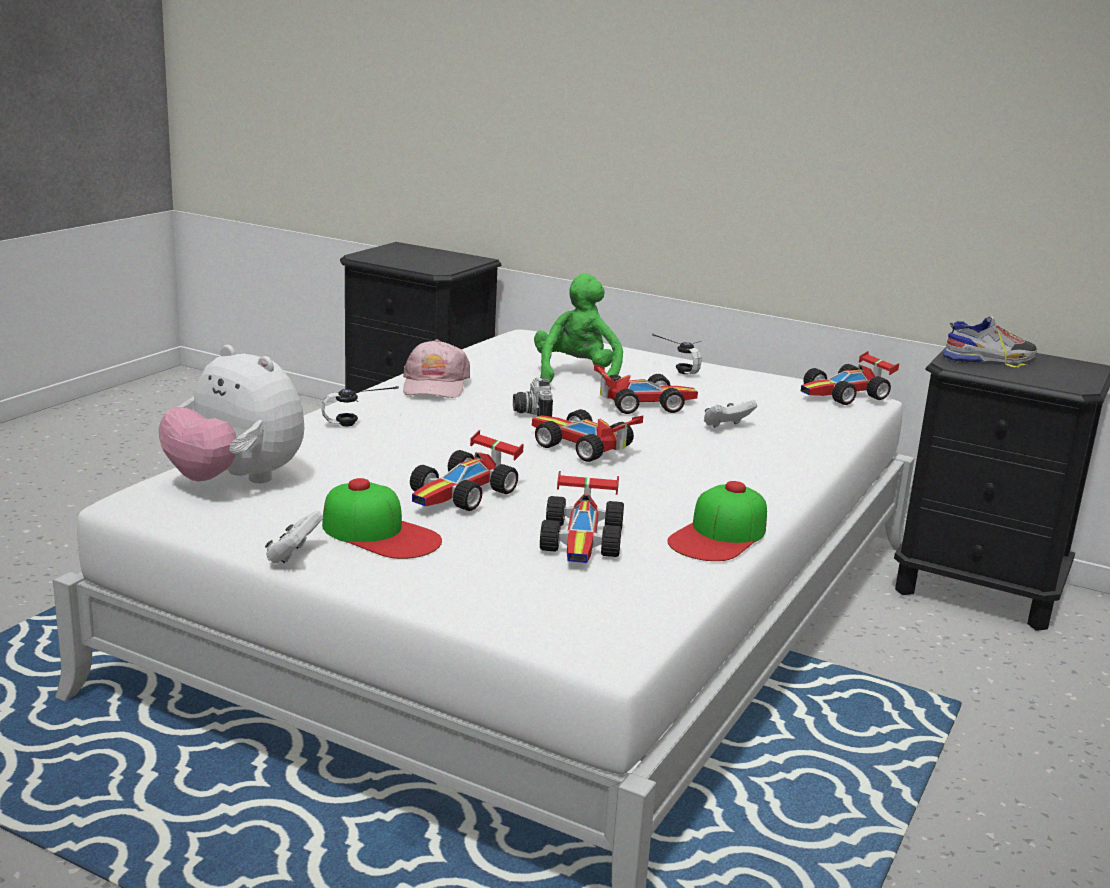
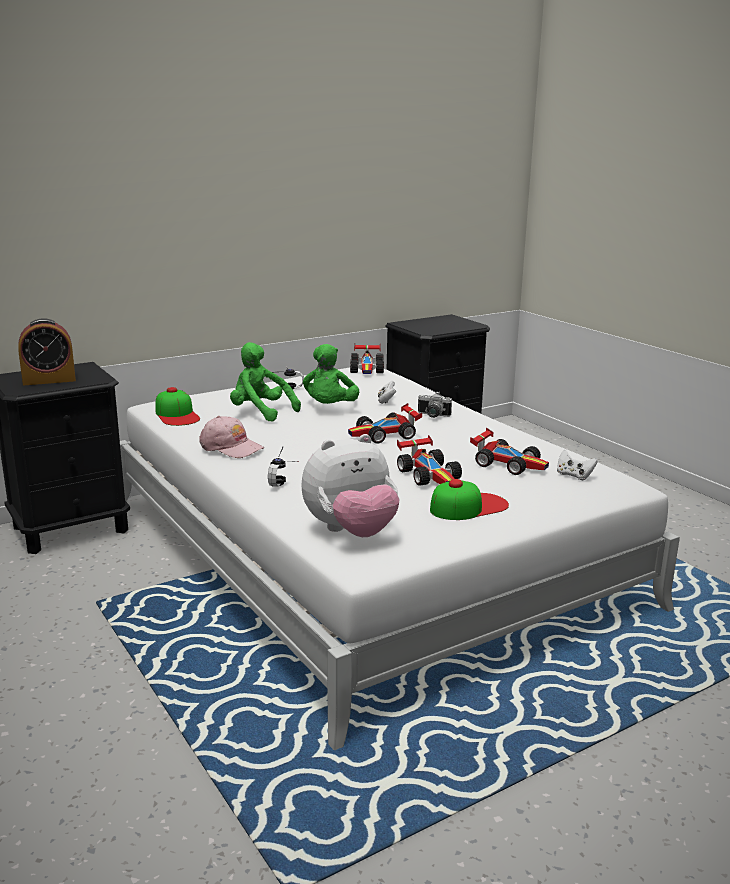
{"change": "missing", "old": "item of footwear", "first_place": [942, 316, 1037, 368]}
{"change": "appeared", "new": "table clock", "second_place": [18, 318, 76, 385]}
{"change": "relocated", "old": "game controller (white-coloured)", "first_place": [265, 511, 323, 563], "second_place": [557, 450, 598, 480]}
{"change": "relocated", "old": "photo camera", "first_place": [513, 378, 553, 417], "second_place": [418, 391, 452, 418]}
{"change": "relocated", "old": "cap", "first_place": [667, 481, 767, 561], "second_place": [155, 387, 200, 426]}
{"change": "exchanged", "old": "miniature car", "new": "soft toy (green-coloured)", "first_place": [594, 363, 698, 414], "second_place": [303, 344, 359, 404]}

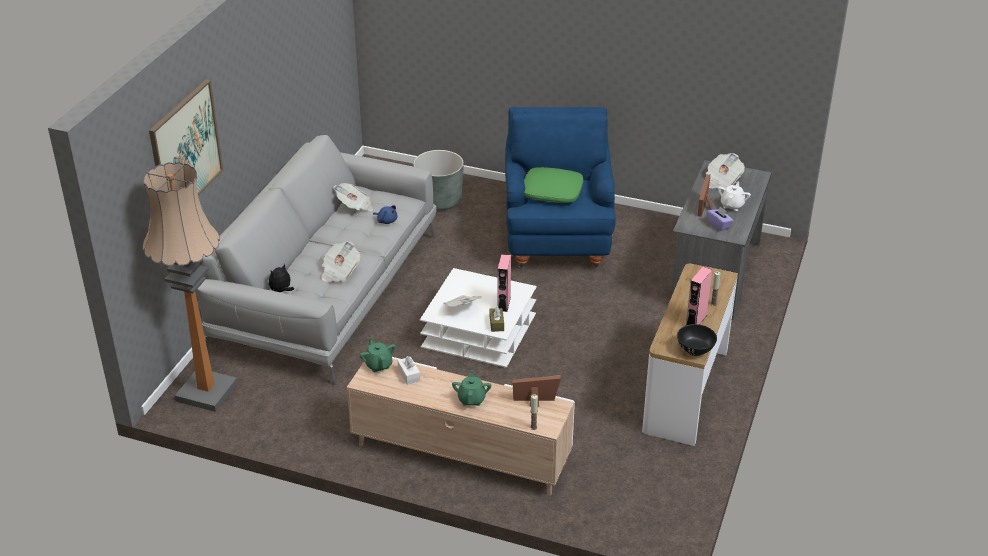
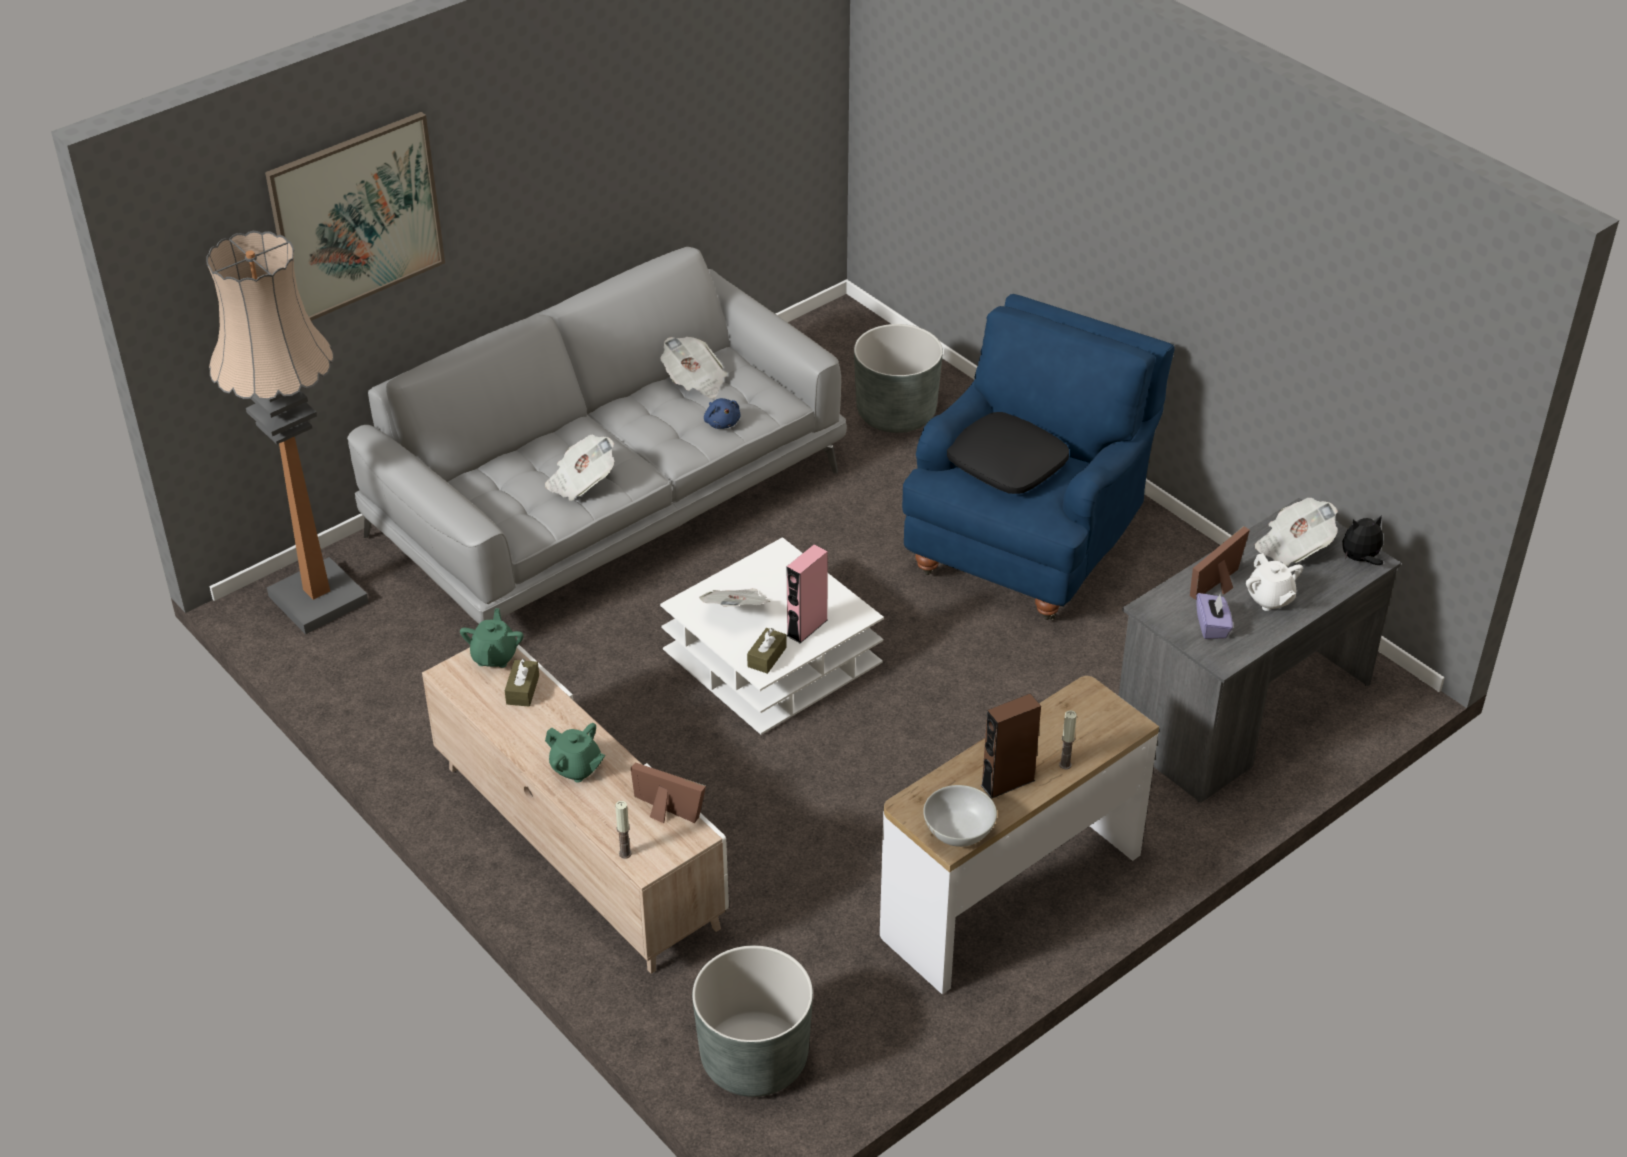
{"change": "appeared", "new": "planter (greyish)", "second_place": [692, 946, 813, 1097]}
{"change": "relocated", "old": "soft toy", "first_place": [269, 263, 294, 292], "second_place": [1342, 515, 1383, 565]}
{"change": "colour", "old": "tissue holder (white-coloured)", "new": "tissue holder (brownish)", "first_place": [398, 356, 420, 385], "second_place": [505, 659, 539, 707]}
{"change": "colour", "old": "cushion (green-coloured)", "new": "cushion (blackish)", "first_place": [524, 167, 583, 203], "second_place": [947, 412, 1069, 494]}
{"change": "colour", "old": "serving bowl (blackish)", "new": "serving bowl (white-coloured)", "first_place": [677, 324, 717, 356], "second_place": [923, 785, 997, 847]}
{"change": "colour", "old": "speaker (pink)", "new": "speaker (brownish)", "first_place": [686, 267, 712, 325], "second_place": [981, 693, 1041, 799]}
{"change": "spun", "old": "teapot (green-coloured)", "first_place": [452, 370, 491, 406], "second_place": [545, 723, 605, 782], "degrees": 90}
{"change": "spun", "old": "teapot (white-coloured)", "first_place": [718, 181, 751, 211], "second_place": [1246, 553, 1303, 611], "degrees": 105}

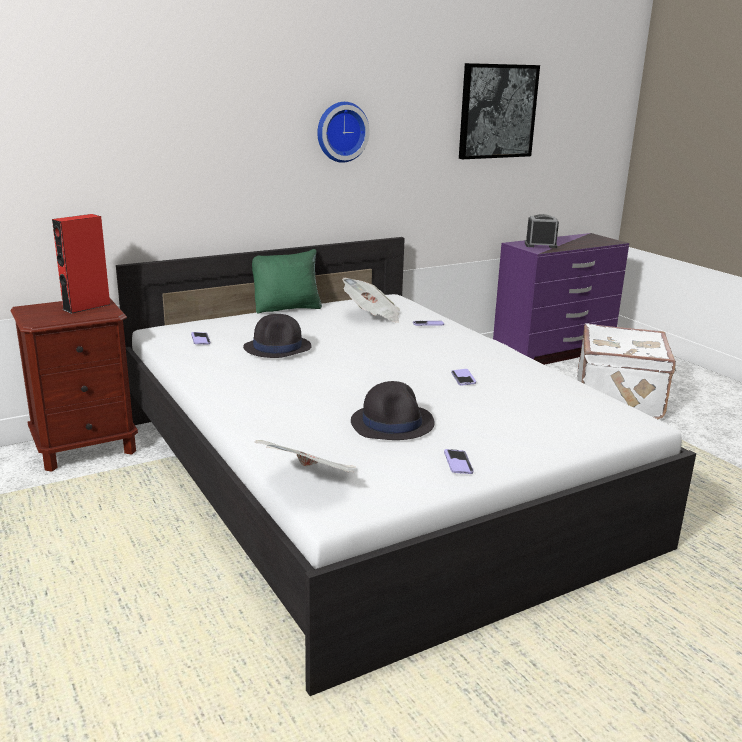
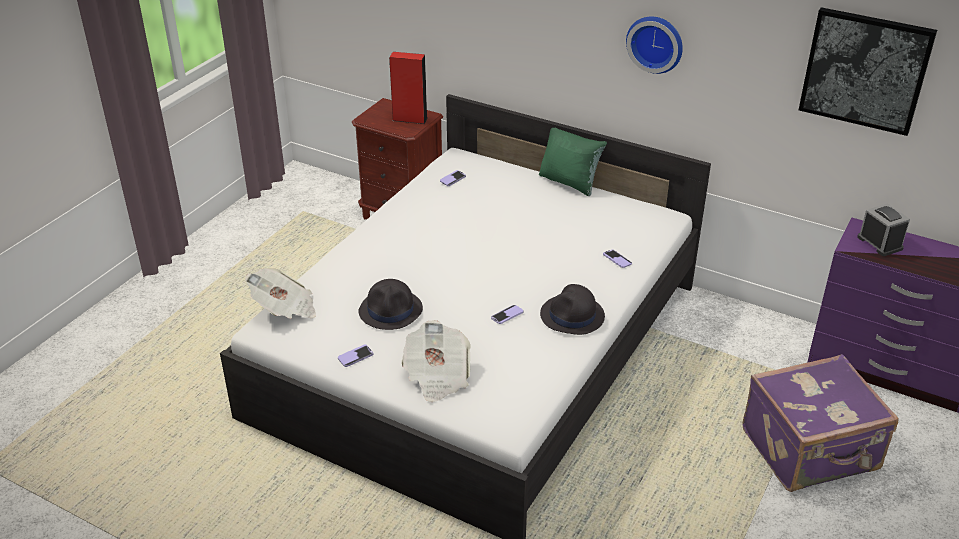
{"change": "relocated", "old": "clothing hat (blackish)", "first_place": [243, 314, 312, 358], "second_place": [540, 284, 605, 335]}
{"change": "relocated", "old": "daily paper", "first_place": [343, 278, 400, 323], "second_place": [401, 320, 471, 402]}
{"change": "colour", "old": "piece of luggage (white-coloured)", "new": "piece of luggage (purplish)", "first_place": [577, 324, 676, 419], "second_place": [742, 354, 899, 492]}

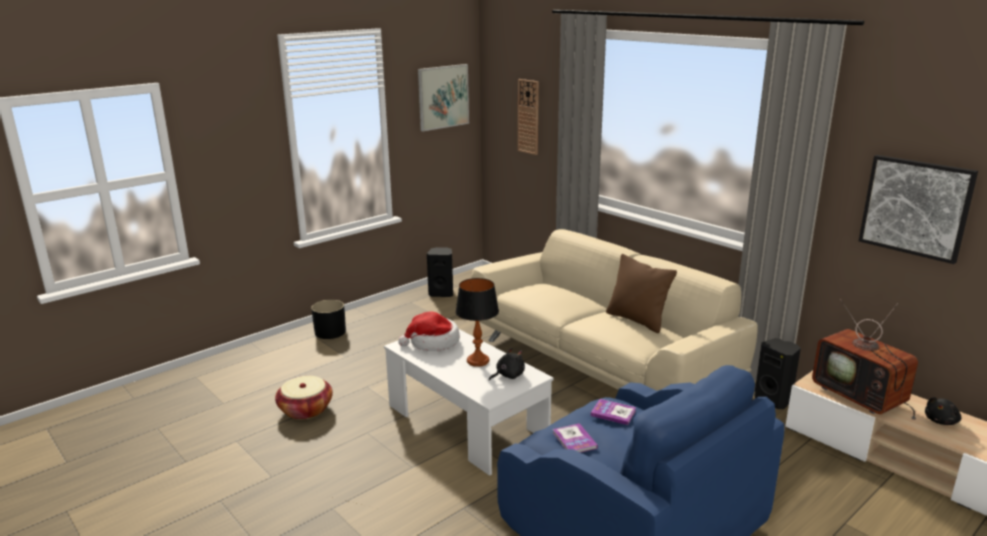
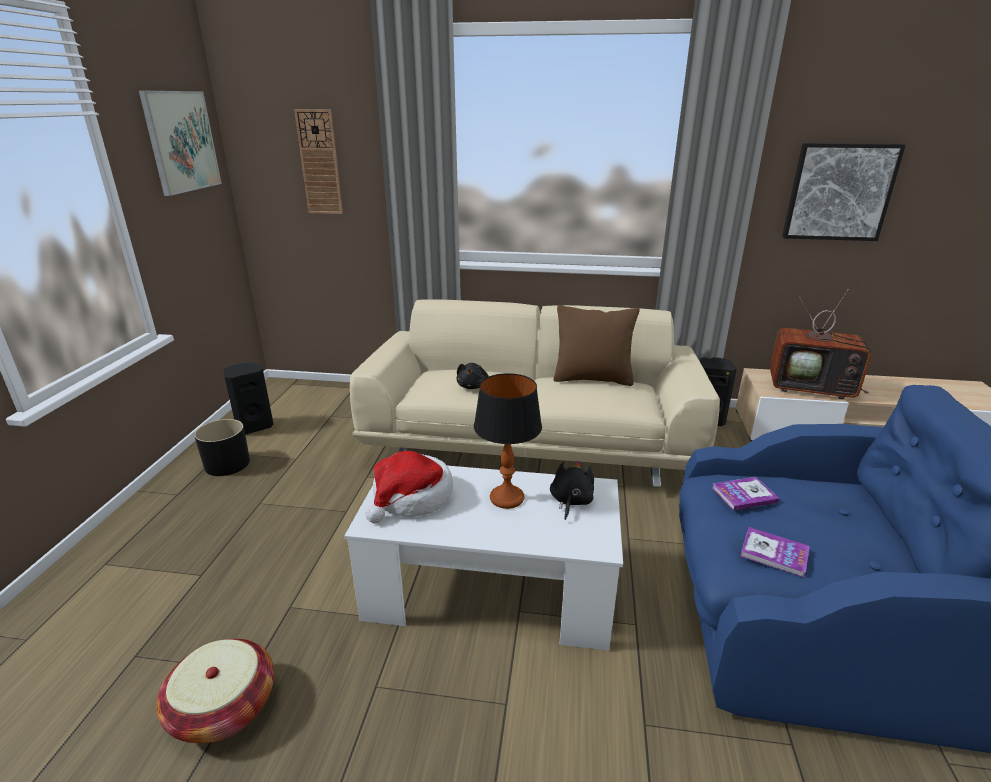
{"change": "relocated", "old": "planter (blackish)", "first_place": [311, 300, 346, 339], "second_place": [194, 419, 250, 476]}
{"change": "relocated", "old": "soft toy (blackish)", "first_place": [925, 397, 962, 425], "second_place": [457, 363, 489, 389]}

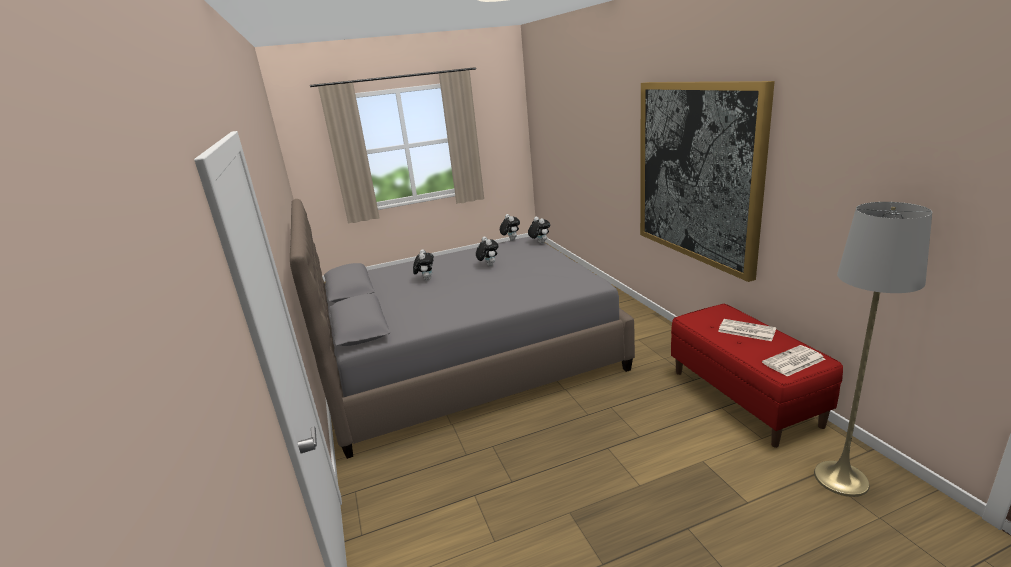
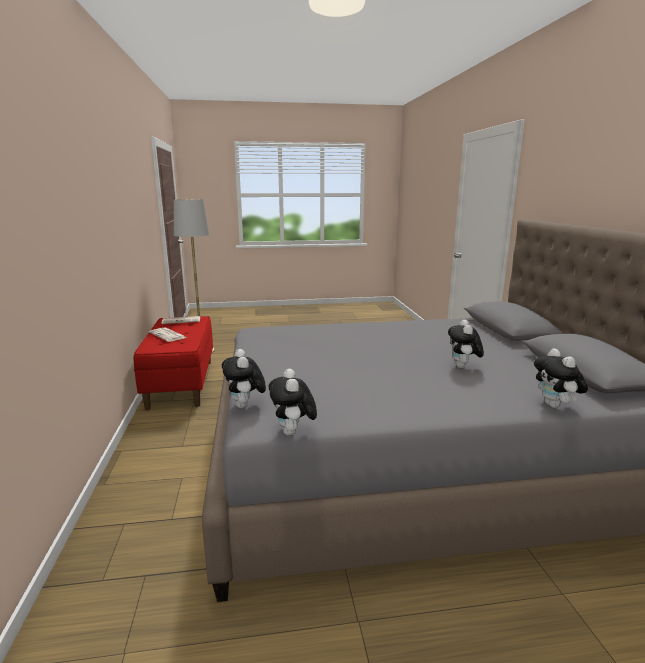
{"change": "missing", "old": "wall art", "first_place": [640, 81, 775, 282]}
{"change": "relocated", "old": "soft toy", "first_place": [476, 237, 498, 266], "second_place": [534, 348, 588, 408]}

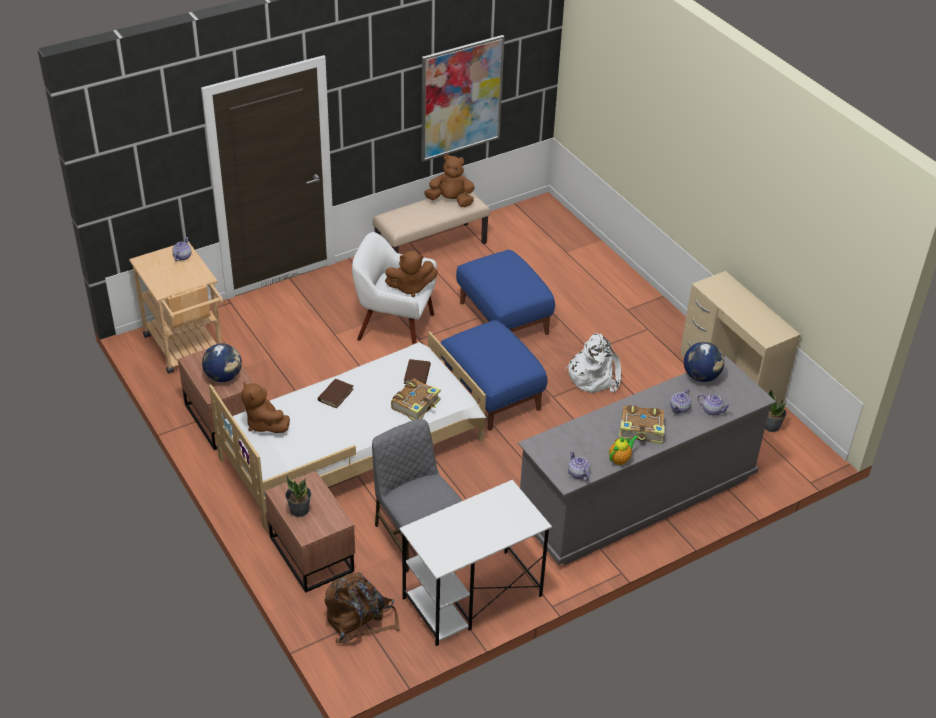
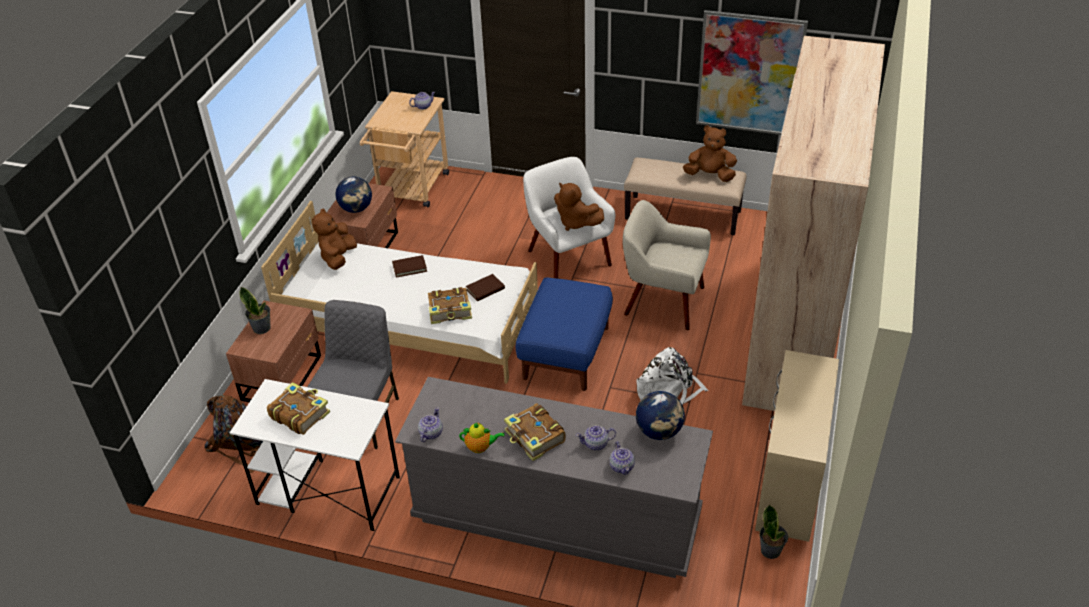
{"change": "appeared", "new": "book", "second_place": [267, 382, 330, 435]}
{"change": "appeared", "new": "clothes cupboard (beige)", "second_place": [742, 36, 885, 411]}
{"change": "exchanged", "old": "pouffe (blue-coloured)", "new": "lounge chair (beige)", "first_place": [456, 250, 555, 335], "second_place": [623, 200, 711, 330]}
{"change": "spun", "old": "soft toy (brownish)", "first_place": [424, 154, 475, 207], "second_place": [683, 125, 737, 182], "degrees": -45}

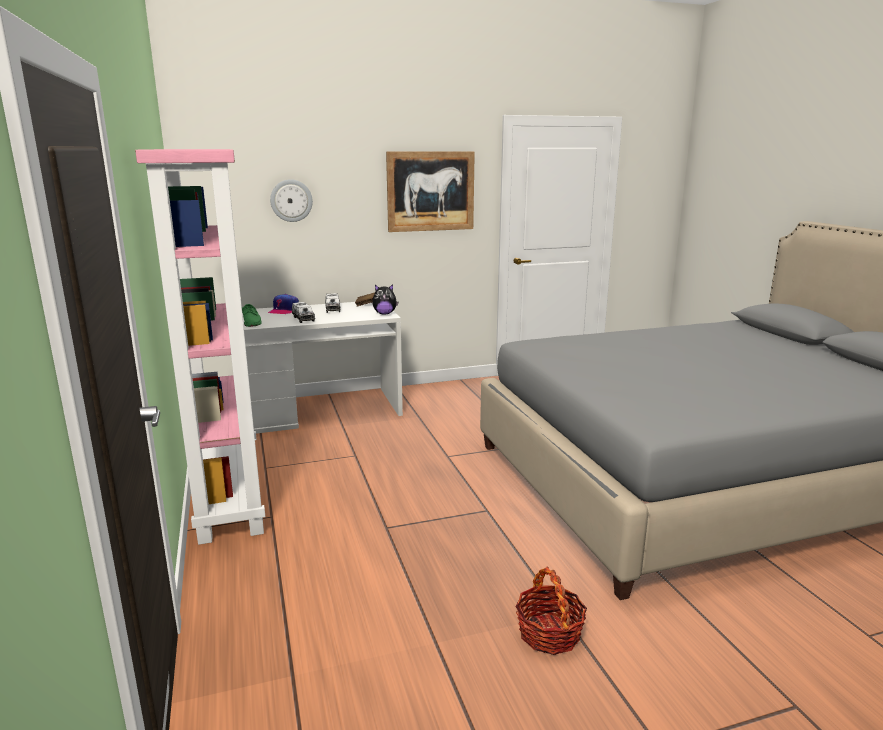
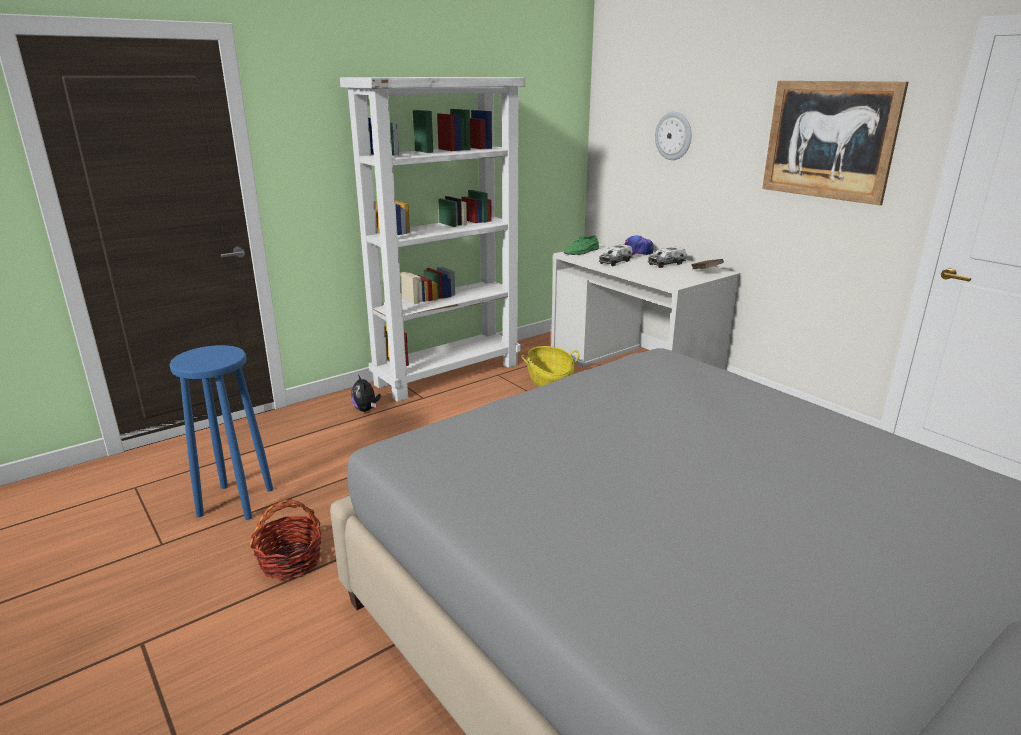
{"change": "appeared", "new": "sitting stool (blue-coloured)", "second_place": [170, 345, 273, 520]}
{"change": "appeared", "new": "basket", "second_place": [521, 346, 580, 387]}
{"change": "relocated", "old": "soft toy", "first_place": [372, 285, 398, 314], "second_place": [351, 374, 381, 412]}
{"change": "colour", "old": "bookshelf (pink)", "new": "bookshelf (white-coloured)", "first_place": [135, 149, 265, 545], "second_place": [340, 77, 526, 402]}

